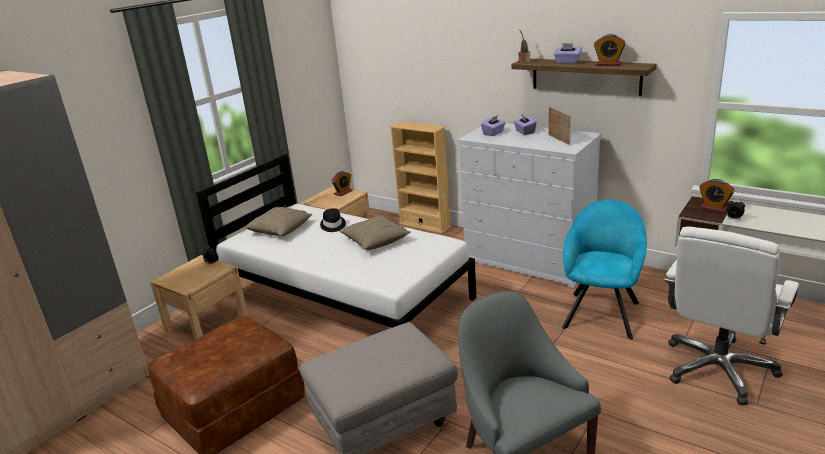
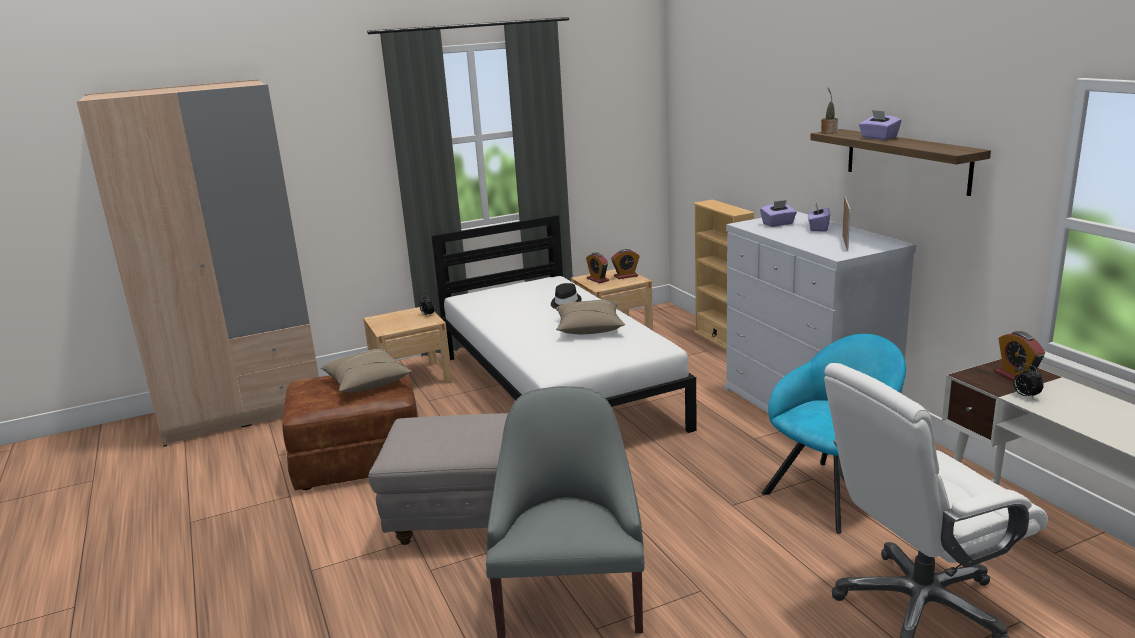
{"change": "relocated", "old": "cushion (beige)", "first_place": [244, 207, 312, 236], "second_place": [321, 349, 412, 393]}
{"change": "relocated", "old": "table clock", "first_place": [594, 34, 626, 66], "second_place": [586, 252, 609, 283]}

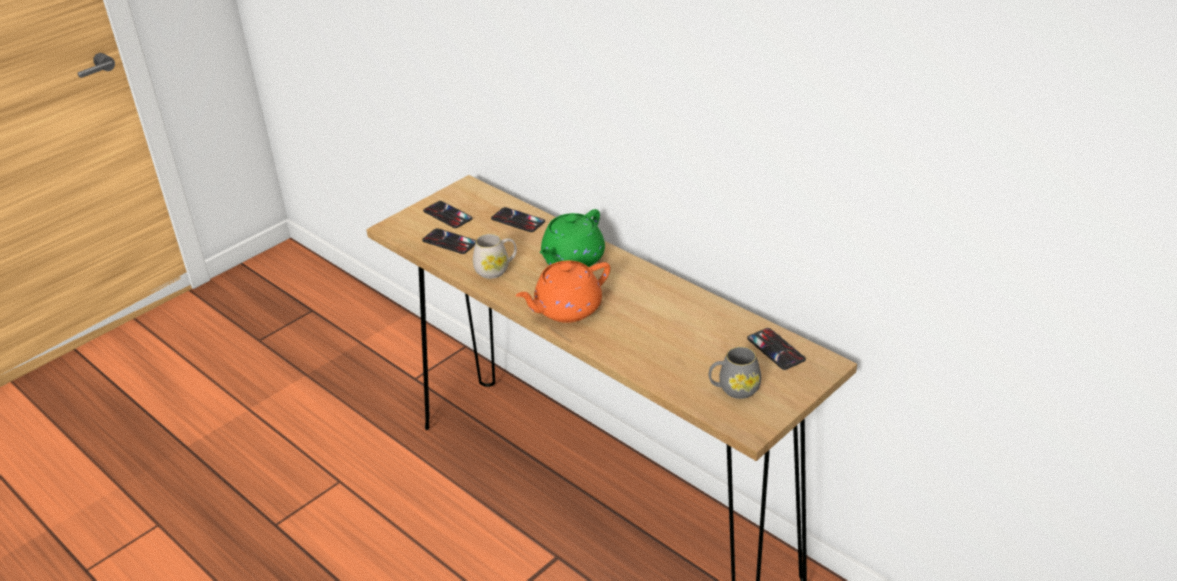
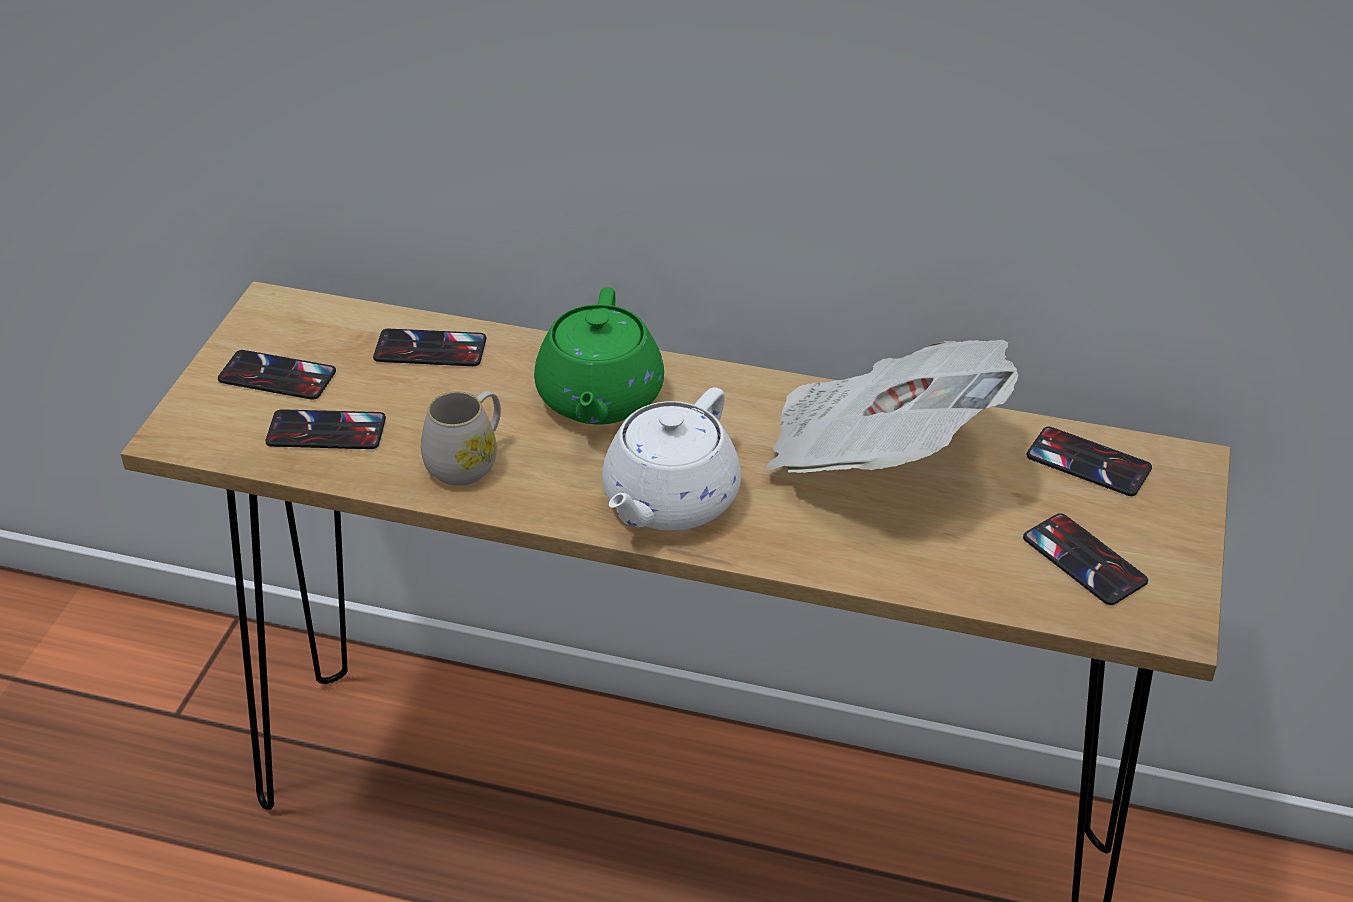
{"change": "appeared", "new": "daily paper", "second_place": [766, 340, 1018, 473]}
{"change": "exchanged", "old": "mug (greyish)", "new": "handset", "first_place": [709, 347, 761, 399], "second_place": [1023, 513, 1148, 605]}
{"change": "colour", "old": "teapot (orangey)", "new": "teapot (white-coloured)", "first_place": [516, 260, 610, 323], "second_place": [602, 387, 741, 531]}

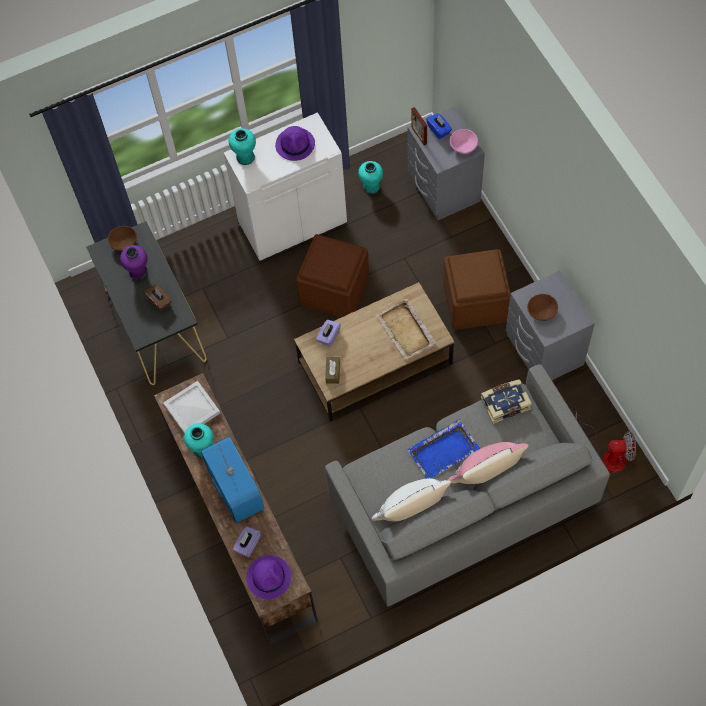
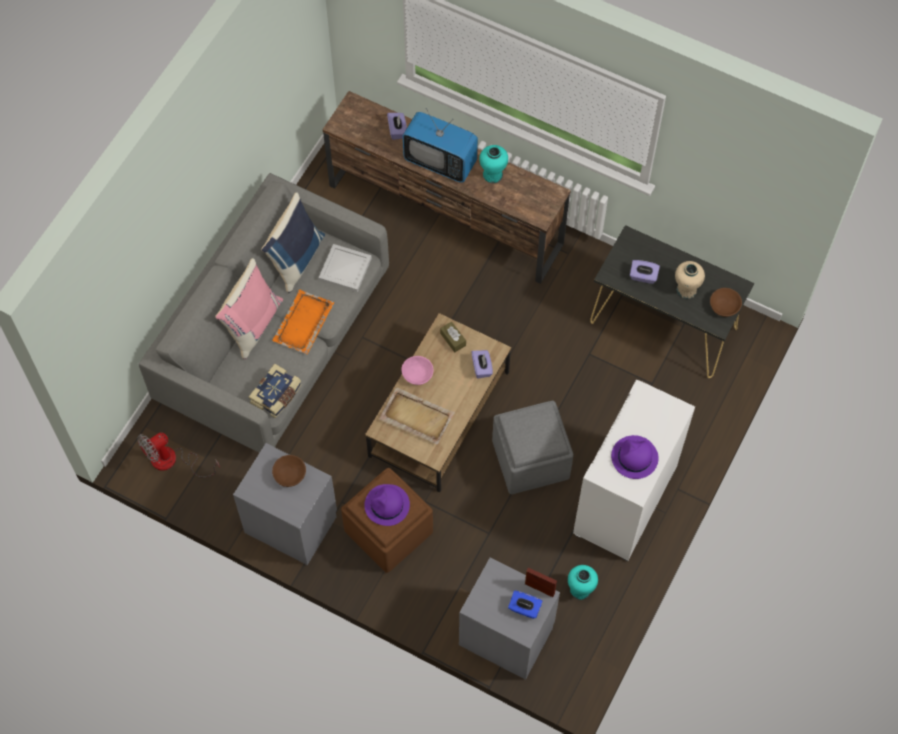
{"change": "missing", "old": "flower vase (blue-green)", "first_place": [229, 128, 256, 165]}
{"change": "relocated", "old": "tray (white-coloured)", "first_place": [163, 381, 220, 434], "second_place": [319, 244, 372, 292]}
{"change": "relocated", "old": "clothing hat (purplish)", "first_place": [246, 555, 291, 599], "second_place": [364, 484, 410, 526]}
{"change": "relocated", "old": "serving bowl (pink)", "first_place": [450, 129, 478, 154], "second_place": [402, 356, 433, 385]}
{"change": "colour", "old": "flower vase (purplish)", "new": "flower vase (beige)", "first_place": [120, 245, 148, 280], "second_place": [675, 261, 705, 299]}
{"change": "colour", "old": "tissue holder (brownish)", "new": "tissue holder (purplish)", "first_place": [144, 284, 172, 312], "second_place": [630, 260, 660, 284]}
{"change": "colour", "old": "pouffe (brownish)", "new": "pouffe (greyish)", "first_place": [296, 234, 369, 317], "second_place": [492, 401, 574, 494]}
{"change": "colour", "old": "cushion (white-coloured)", "new": "cushion (blue-coloured)", "first_place": [372, 478, 451, 521], "second_place": [261, 192, 325, 293]}
{"change": "colour", "old": "tray (blue-coloured)", "new": "tray (orangey)", "first_place": [408, 419, 480, 479], "second_place": [272, 290, 334, 354]}

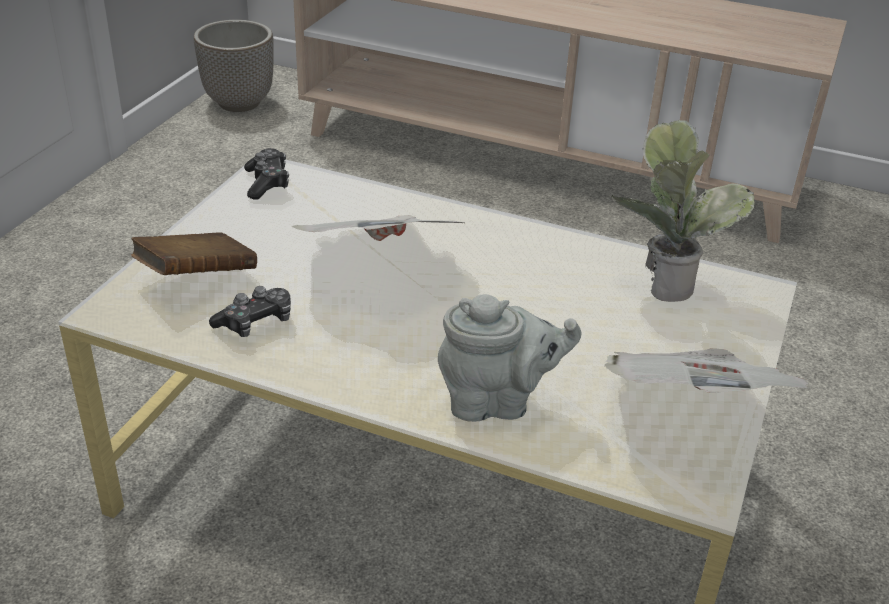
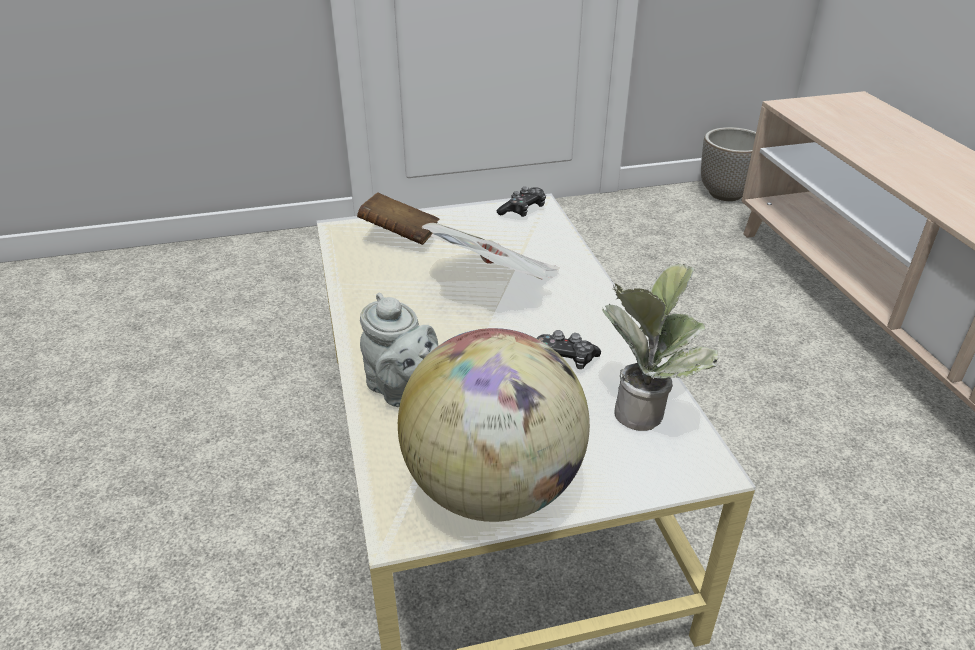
{"change": "relocated", "old": "game controller", "first_place": [209, 286, 291, 337], "second_place": [537, 330, 601, 369]}
{"change": "exchanged", "old": "daily paper", "new": "globe", "first_place": [604, 348, 809, 393], "second_place": [398, 328, 590, 522]}

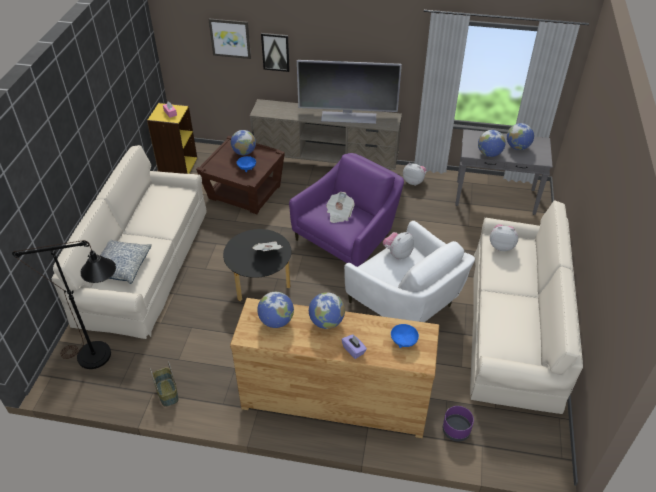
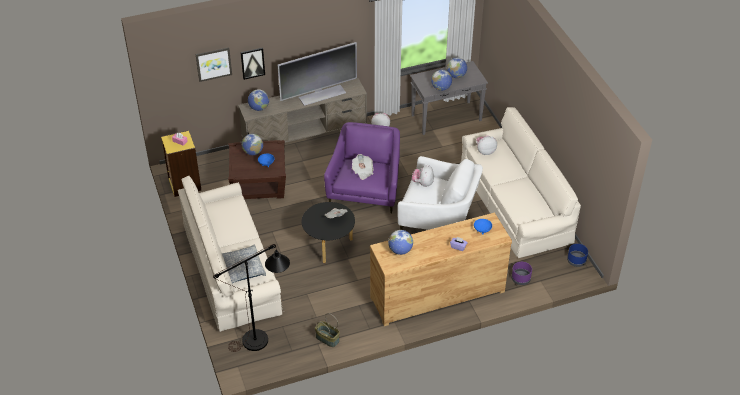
{"change": "appeared", "new": "planter (blue-coloured)", "second_place": [567, 244, 588, 267]}
{"change": "relocated", "old": "globe", "first_place": [309, 292, 345, 329], "second_place": [248, 89, 269, 111]}

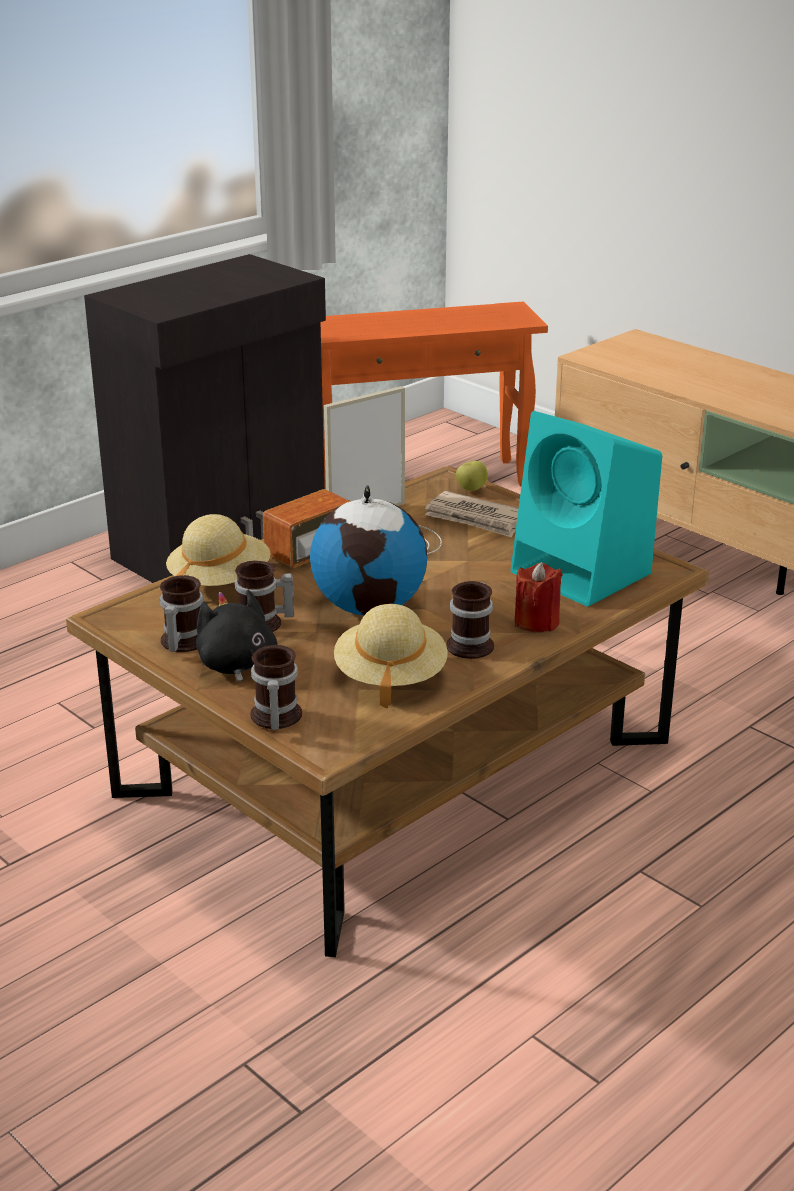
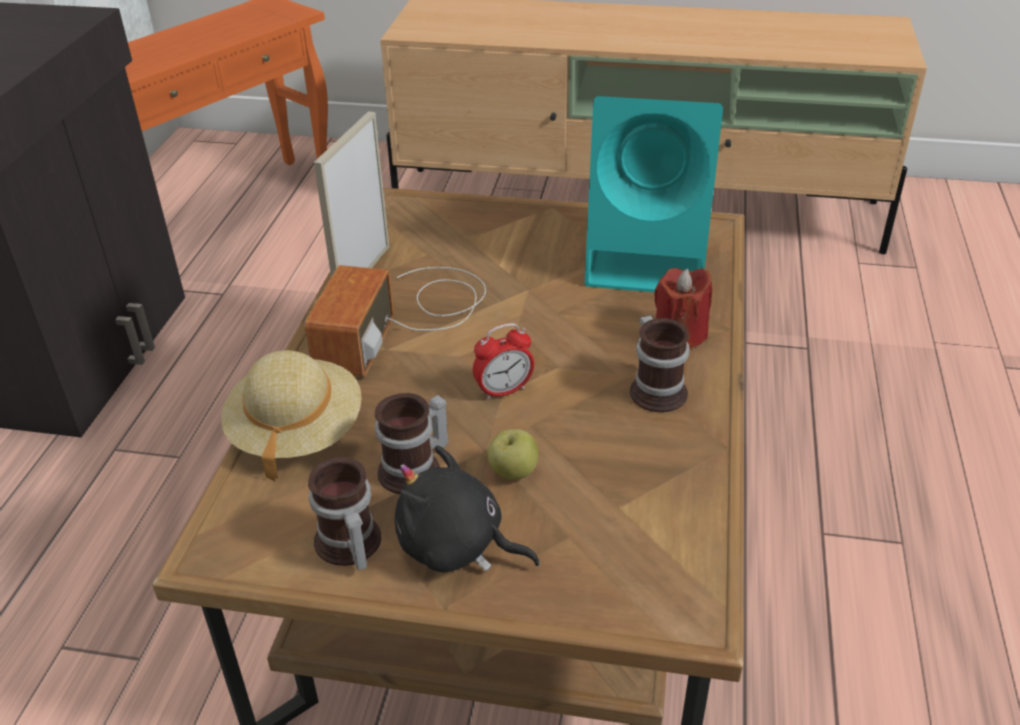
{"change": "missing", "old": "mug", "first_place": [250, 645, 302, 730]}
{"change": "missing", "old": "clothing hat (beige)", "first_place": [334, 604, 448, 708]}
{"change": "missing", "old": "daily paper", "first_place": [425, 491, 519, 537]}
{"change": "relocated", "old": "apple fruit", "first_place": [456, 461, 488, 491], "second_place": [488, 429, 538, 480]}
{"change": "exchanged", "old": "globe", "new": "table clock", "first_place": [310, 485, 428, 615], "second_place": [473, 323, 534, 400]}

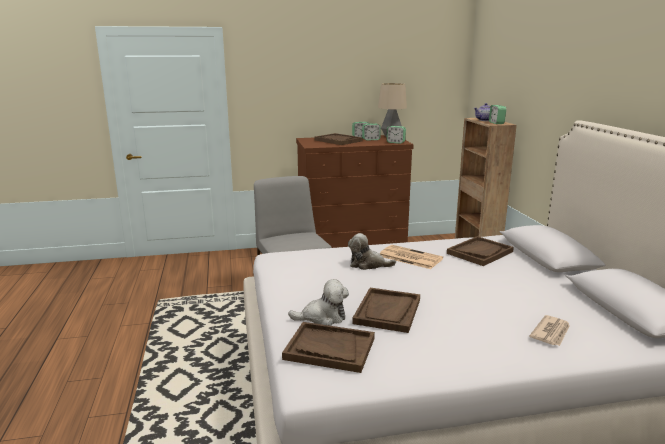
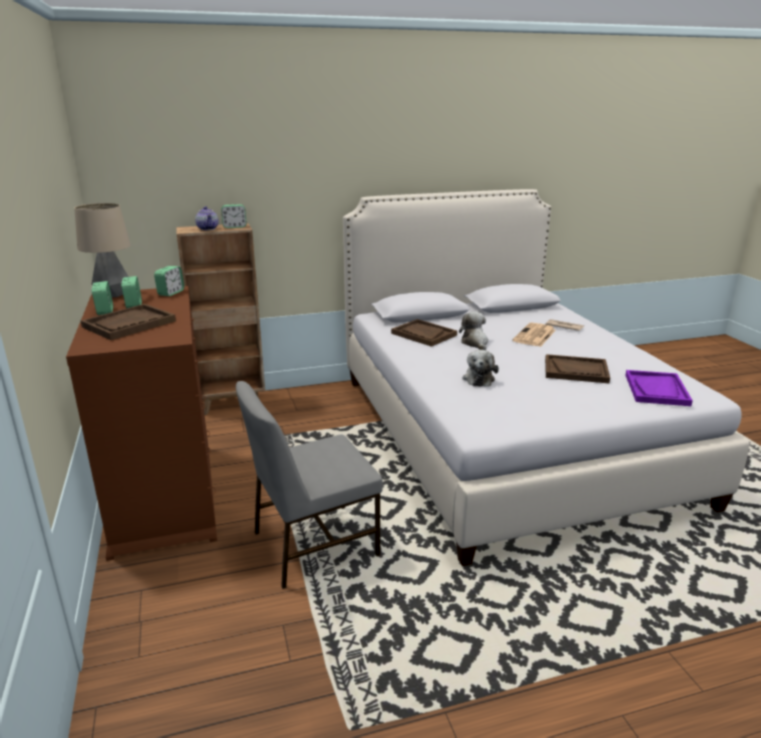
{"change": "relocated", "old": "soft toy", "first_place": [288, 279, 349, 326], "second_place": [459, 312, 488, 350]}
{"change": "relocated", "old": "daily paper", "first_place": [380, 245, 443, 269], "second_place": [512, 323, 556, 347]}
{"change": "colour", "old": "tray (brownish)", "new": "tray (purplish)", "first_place": [282, 322, 375, 373], "second_place": [625, 370, 693, 406]}

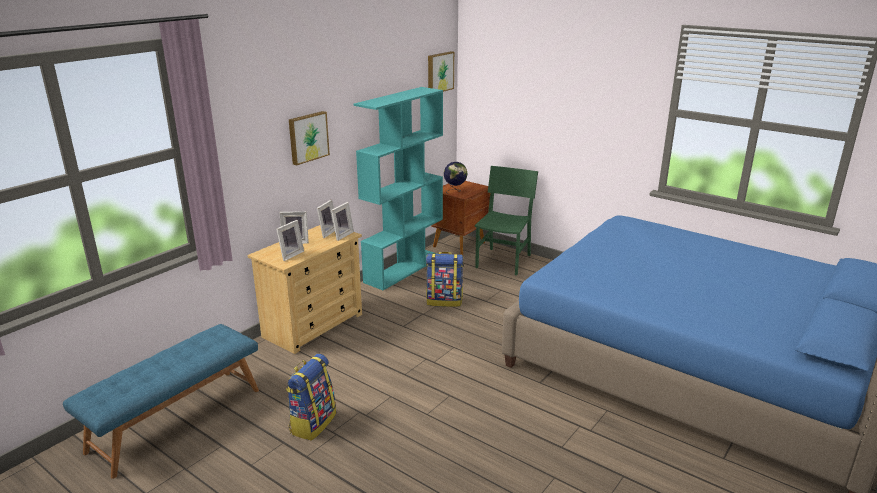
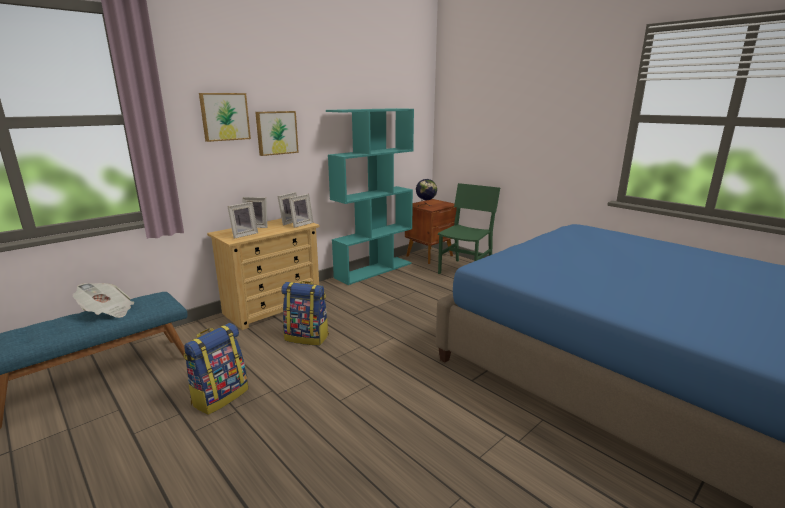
{"change": "appeared", "new": "daily paper", "second_place": [73, 283, 134, 318]}
{"change": "relocated", "old": "knapsack", "first_place": [426, 252, 464, 307], "second_place": [281, 281, 329, 345]}
{"change": "relocated", "old": "wall art", "first_place": [428, 51, 454, 92], "second_place": [199, 93, 251, 142]}

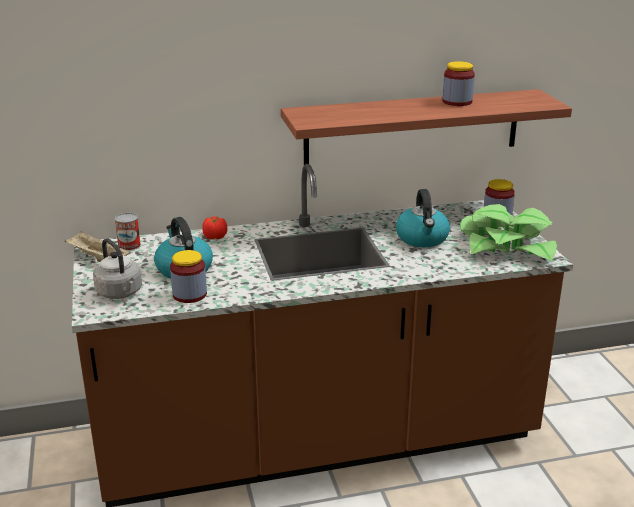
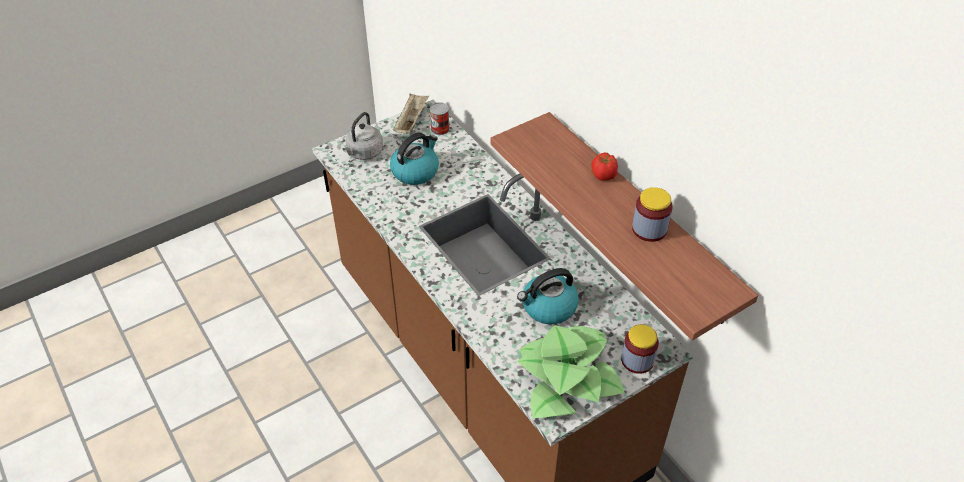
{"change": "missing", "old": "storage jar", "first_place": [170, 250, 207, 303]}
{"change": "relocated", "old": "whole tomato", "first_place": [202, 217, 227, 240], "second_place": [592, 153, 618, 181]}

